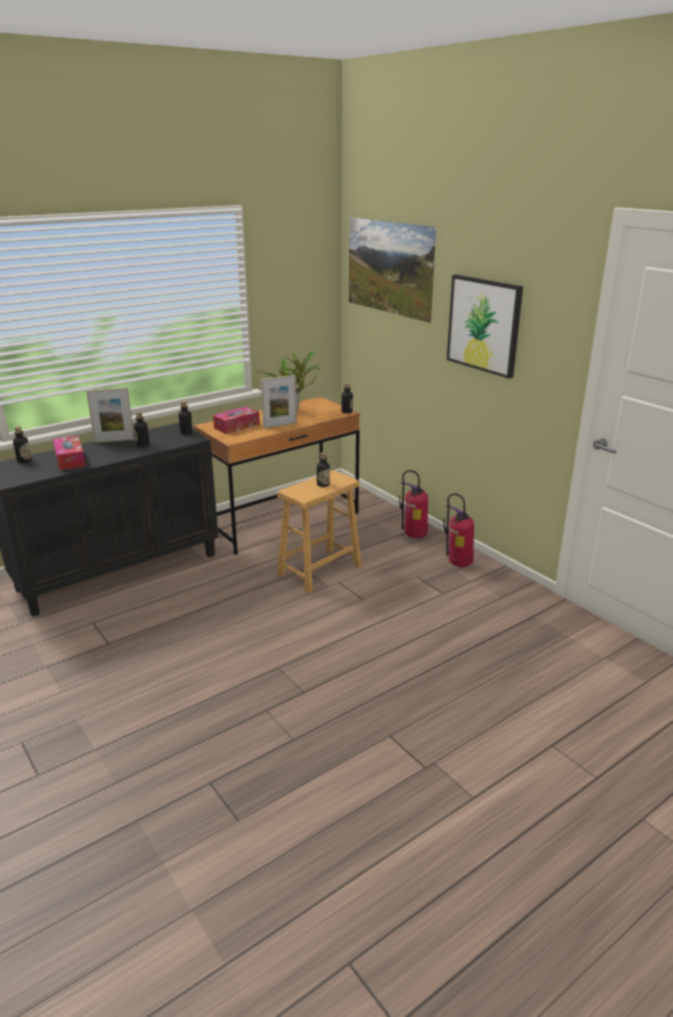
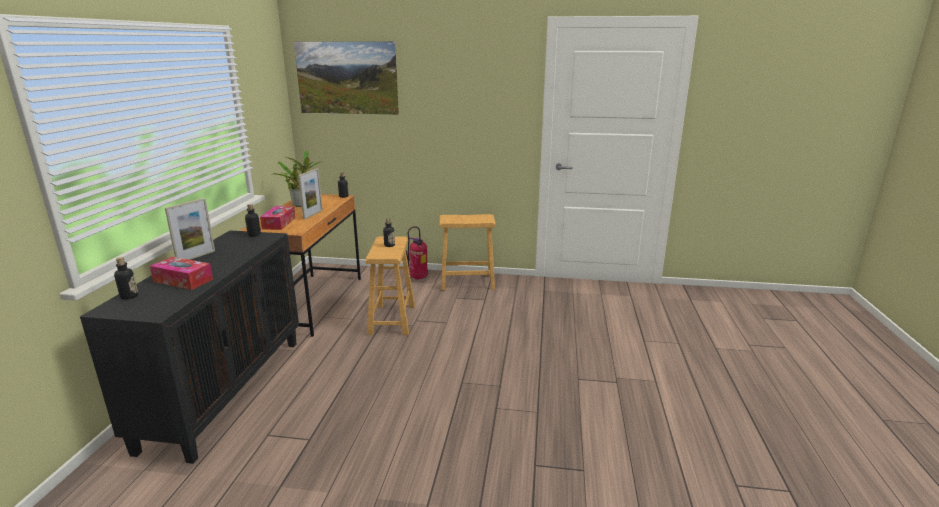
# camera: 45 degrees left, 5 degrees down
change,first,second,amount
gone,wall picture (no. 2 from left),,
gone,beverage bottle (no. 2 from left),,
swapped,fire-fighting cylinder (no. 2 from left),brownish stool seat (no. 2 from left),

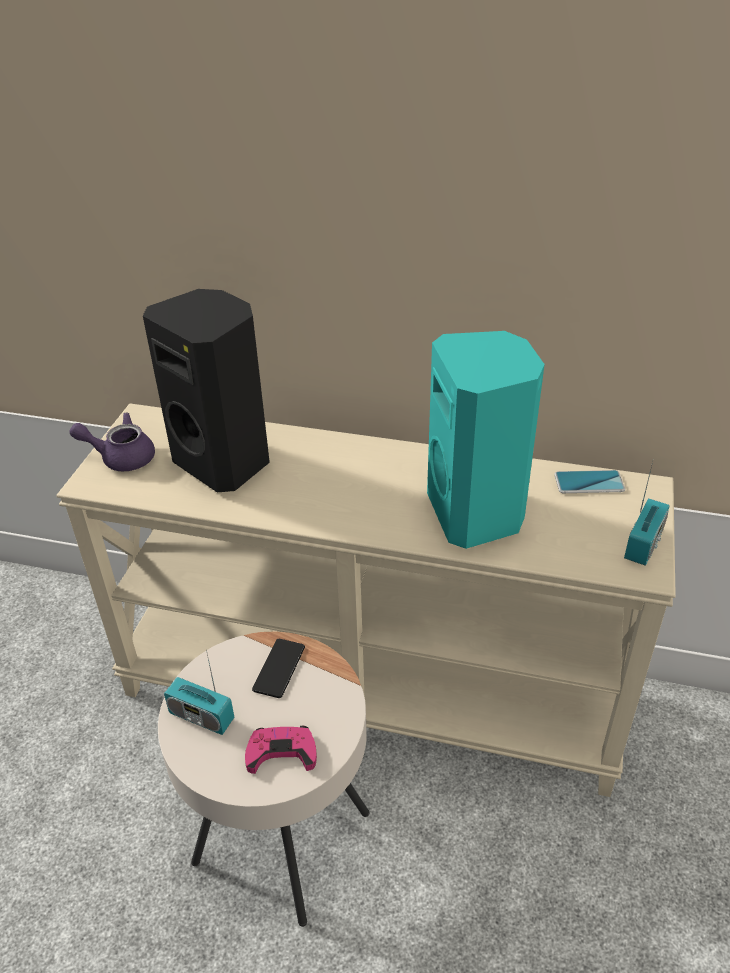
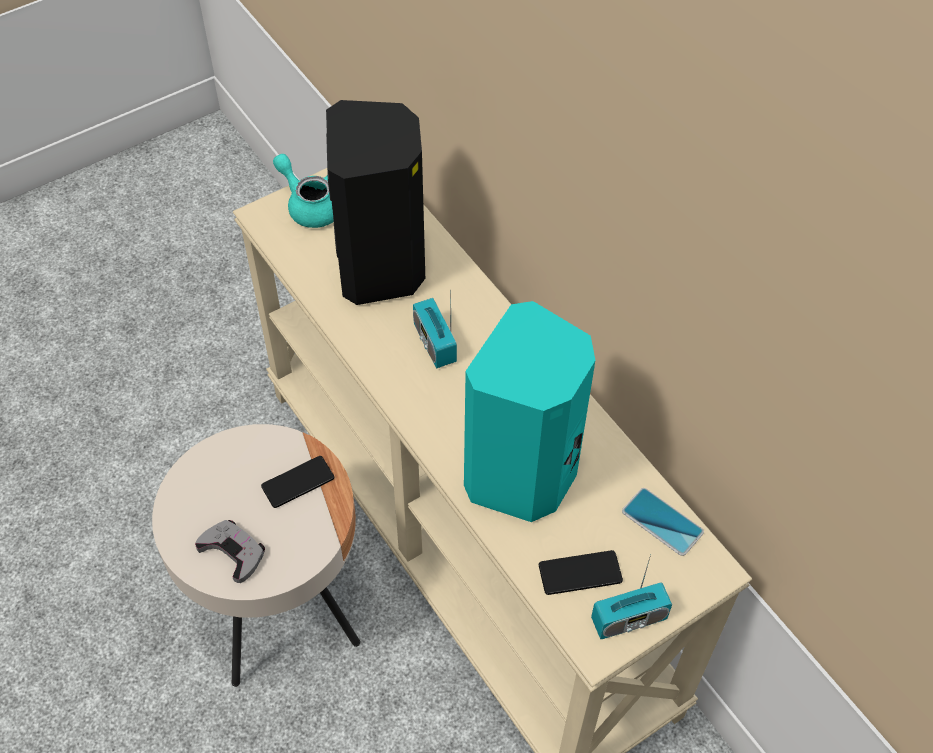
# camera: 40 degrees right, 15 degrees up
change,first,second,amount
repainted,purple tea pot,blue-green tea pot,
shifted,radio receiver (no. 1 from left),,
repainted,pinkish gamepad,grey gamepad,
new,,telephone (no. 2 from left),

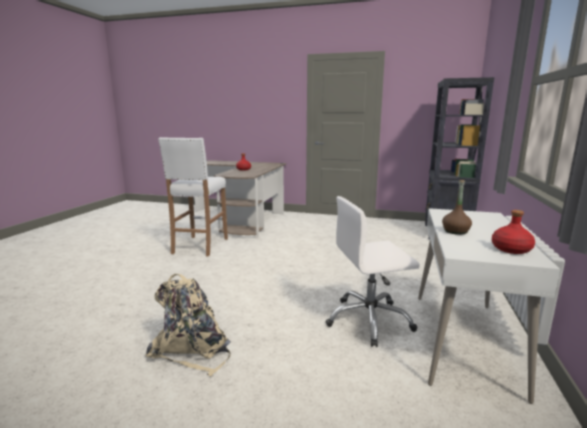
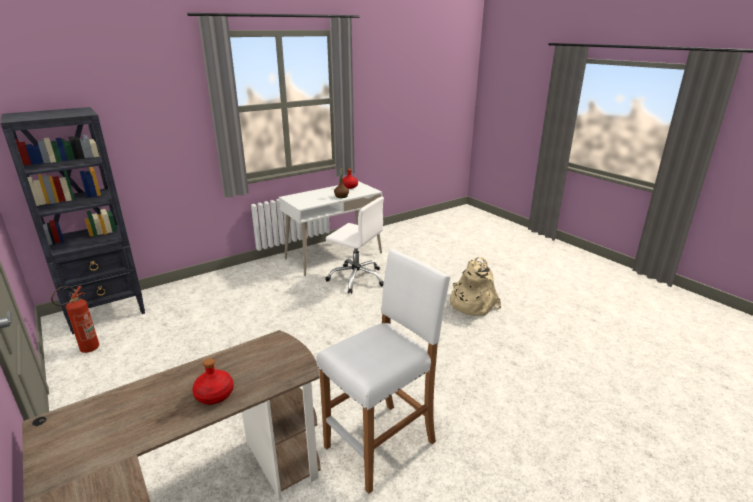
# camera: 140 degrees left, 10 degrees up
change,first,second,amount
new,,fire-fighting cylinder,

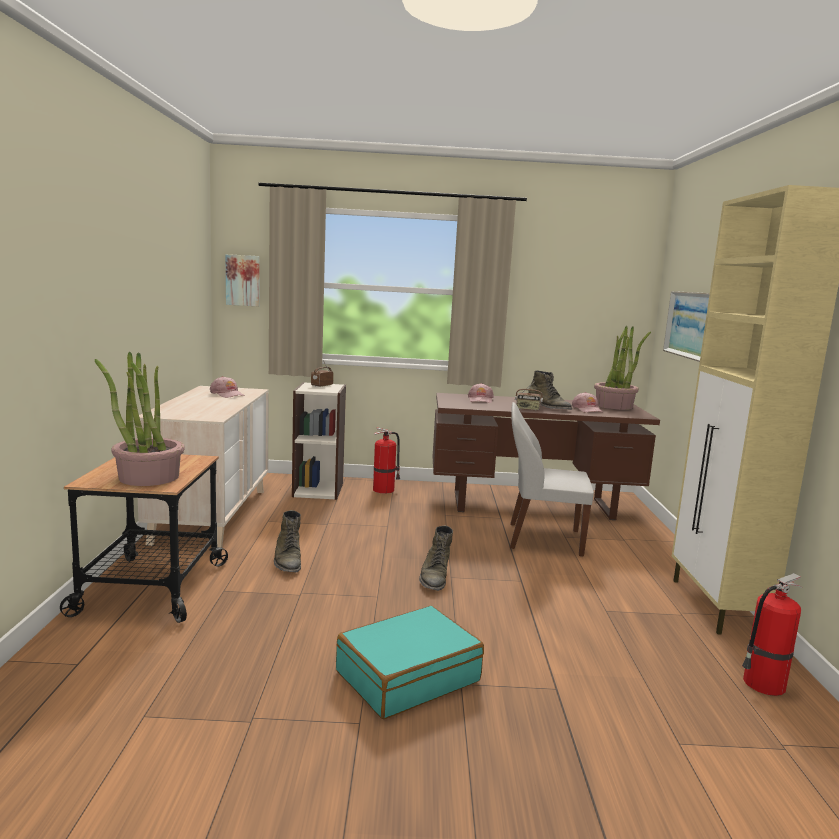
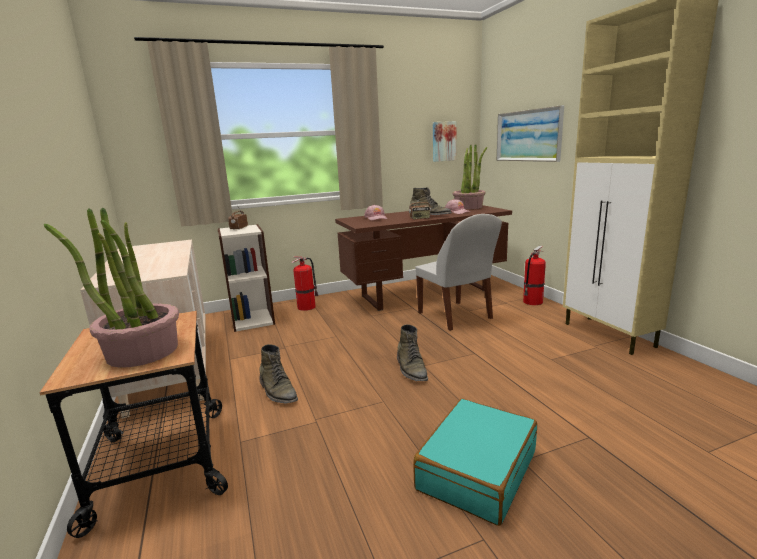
# camera: 20 degrees left, 5 degrees up
change,first,second,amount
shifted,wall picture (no. 1 from left),,
gone,pinkish cap (no. 1 from left),,
rotated,white-coloured upright chair,,105 degrees counterclockwise
shifted,fire-fighting cylinder (no. 2 from left),,

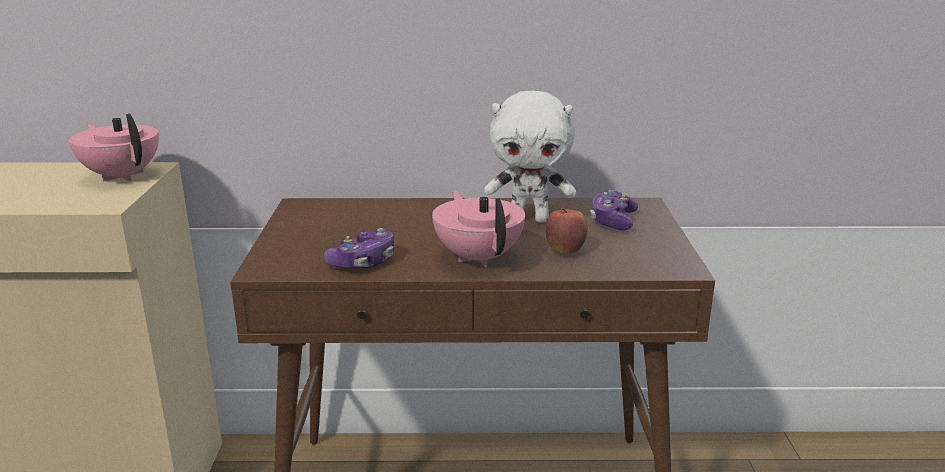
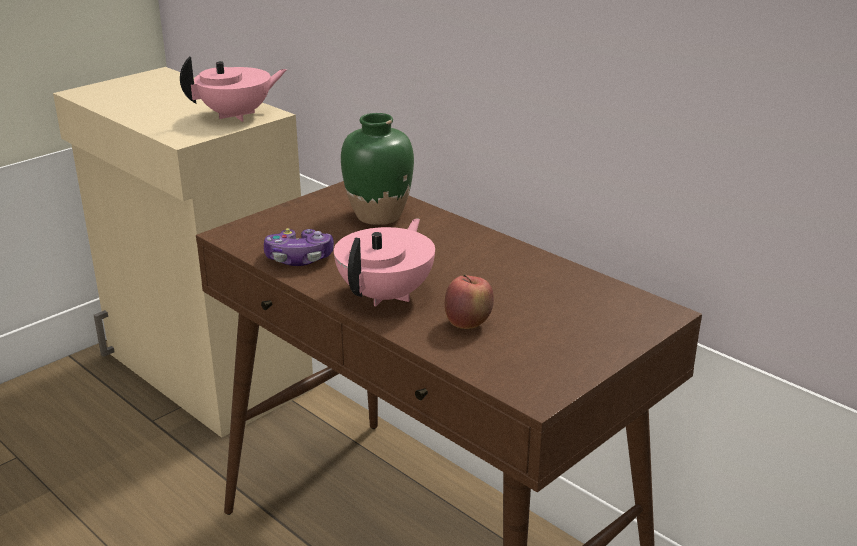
# camera: 45 degrees right, 5 degrees up
change,first,second,amount
gone,white-coloured soft toy,,
rotated,pinkish tea pot (no. 1 from left),,60 degrees clockwise
gone,gamepad (no. 2 from left),,
new,,green-coloured flower vase,

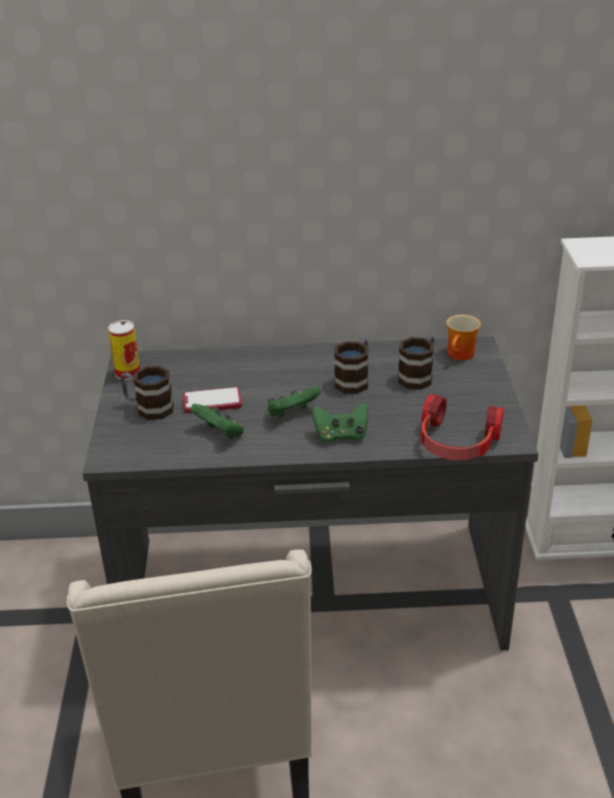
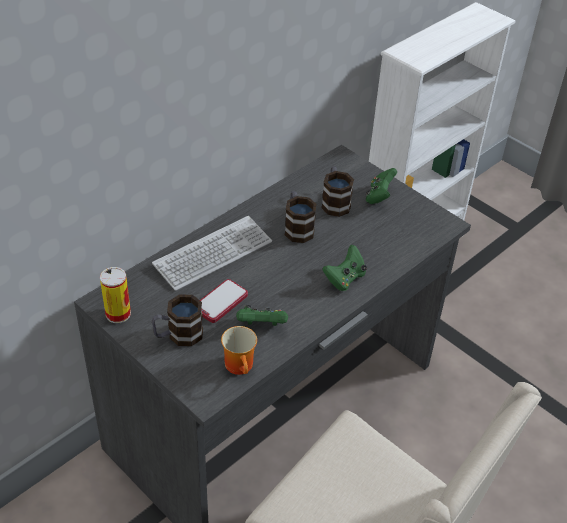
# camera: 45 degrees left, 10 degrees up
change,first,second,amount
shifted,tea mug (no. 4 from left in the first image),tea mug (no. 2 from left),
shifted,green-coloured gamepad (no. 2 from left in the first image),green-coloured gamepad (no. 3 from left),
gone,headset,,
new,,keyboard,

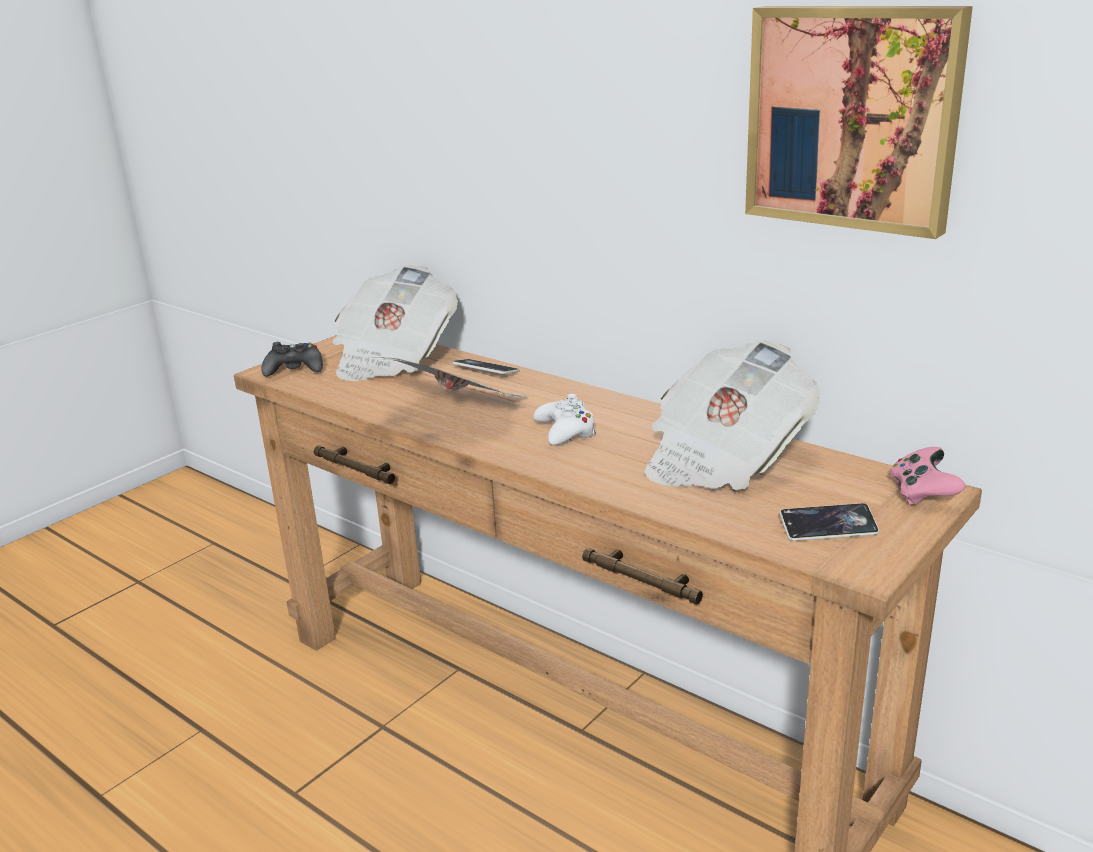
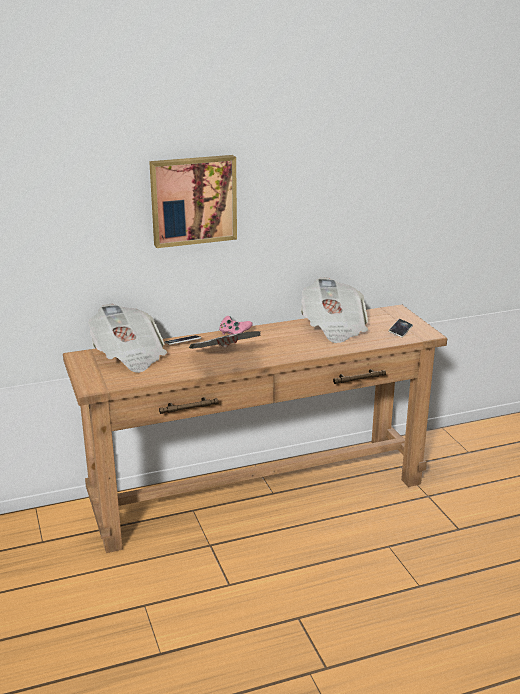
# camera: 60 degrees left, 0 degrees up
change,first,second,amount
shifted,wall picture,,
gone,blackish gamepad,,
gone,white-coloured gamepad,,
shifted,pinkish gamepad,,

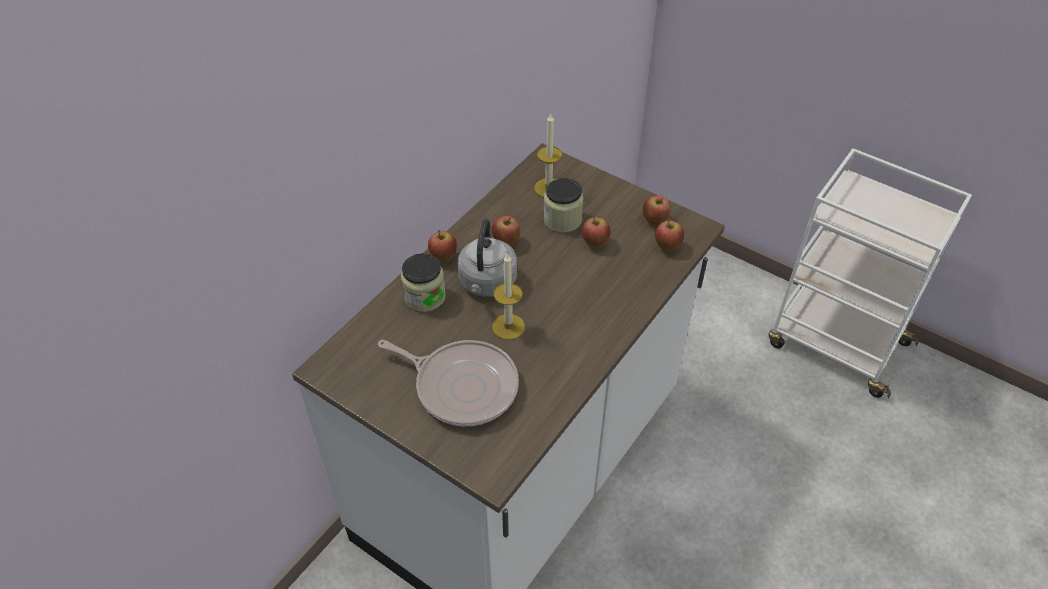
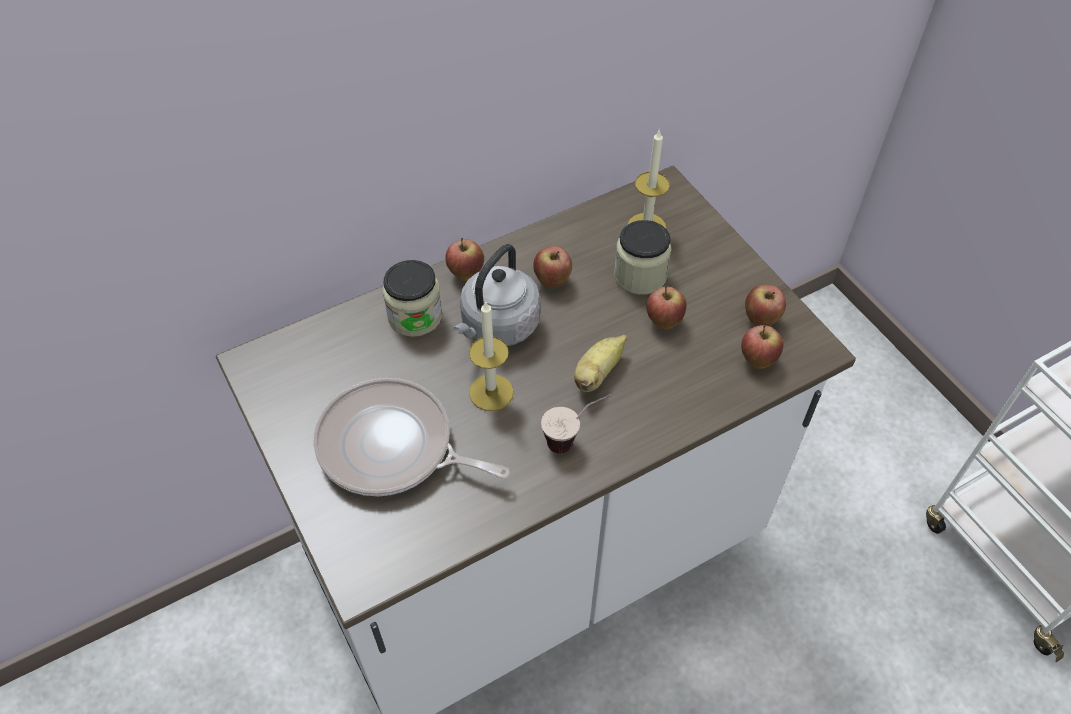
# camera: 25 degrees right, 5 degrees up
change,first,second,amount
rotated,skillet,,150 degrees clockwise
new,,banana fruit,
new,,cup,

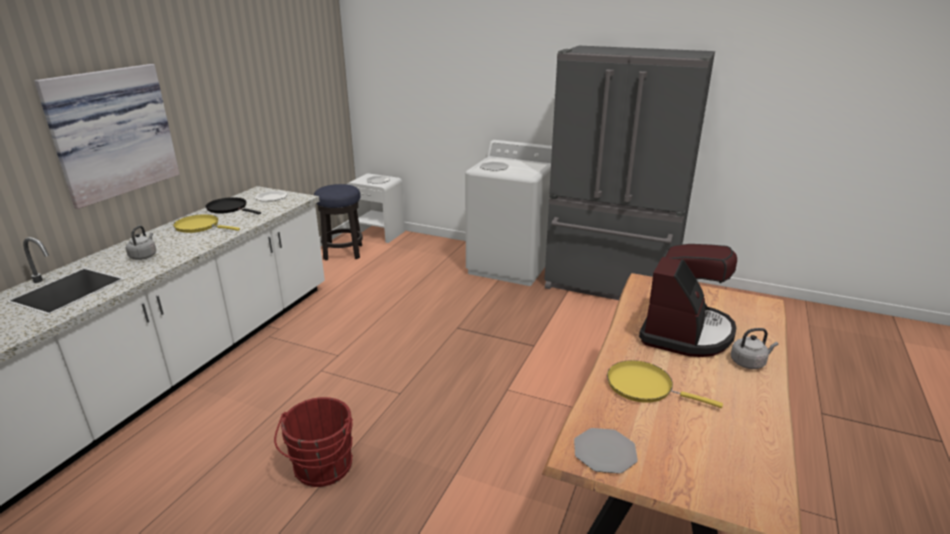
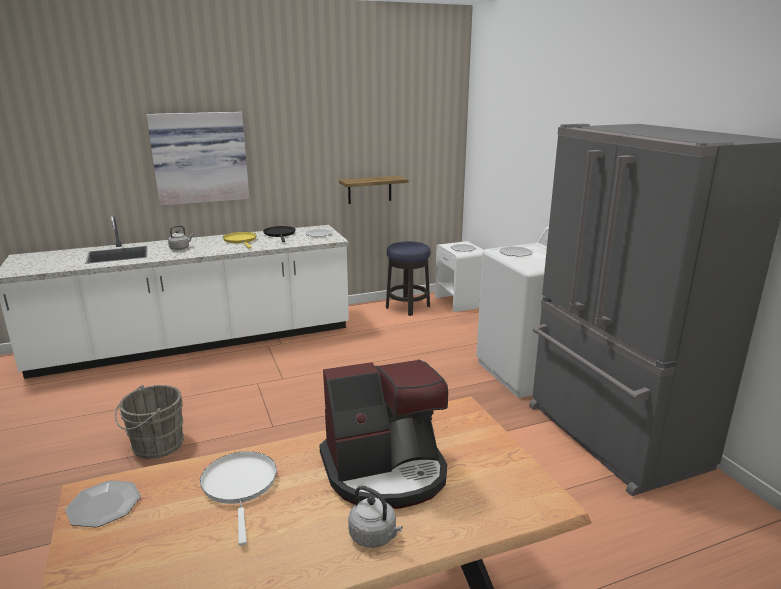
# camera: 45 degrees right, 5 degrees down
change,first,second,amount
repainted,yellowish skillet (no. 2 from left),white-coloured skillet,
repainted,reddish water bucket,grey water bucket,
new,,shelf,

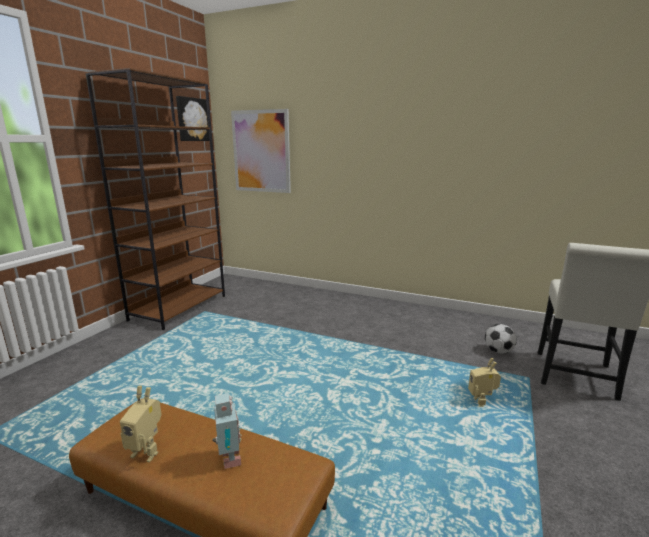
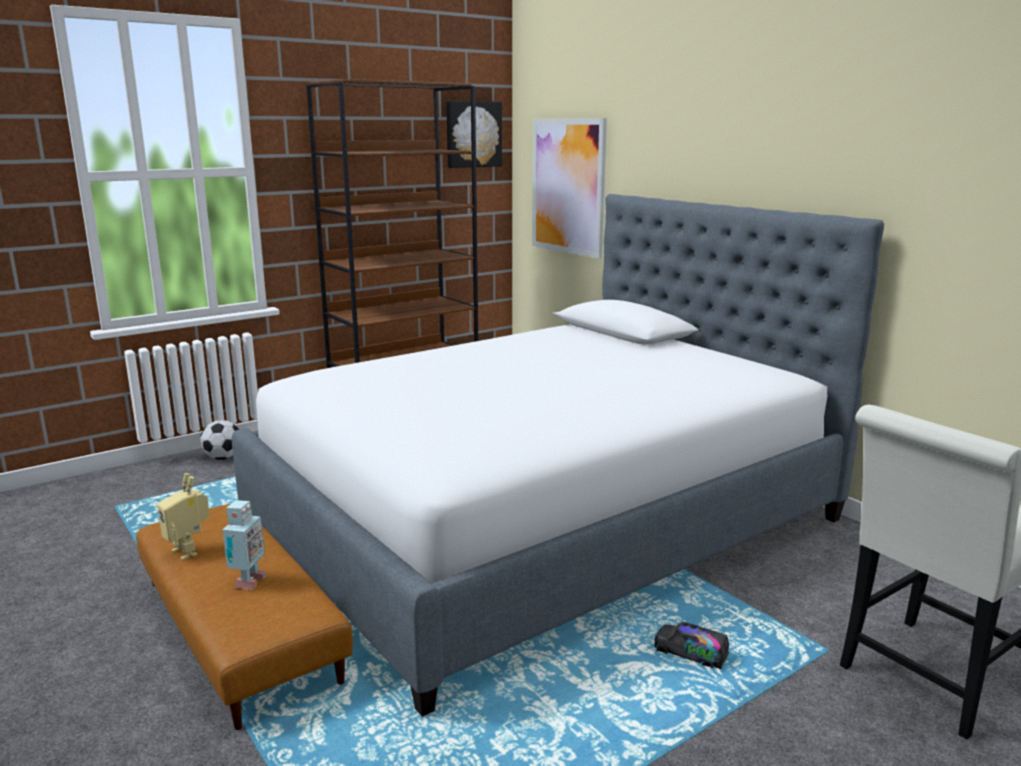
# camera: 30 degrees right, 0 degrees up
change,first,second,amount
shifted,football ball,,
swapped,model robot (no. 3 from left),toy lorry,
new,,sleeping bed,

